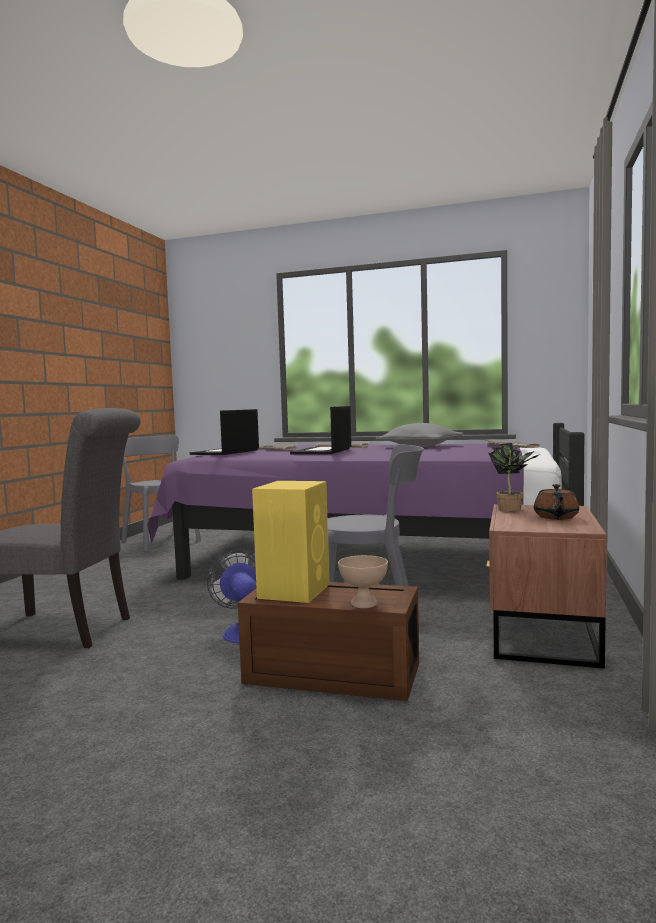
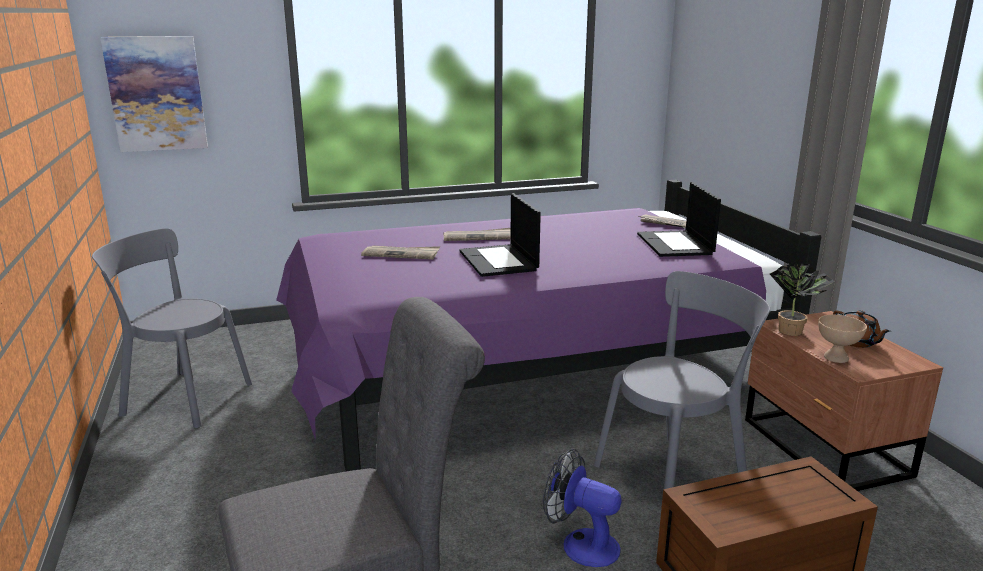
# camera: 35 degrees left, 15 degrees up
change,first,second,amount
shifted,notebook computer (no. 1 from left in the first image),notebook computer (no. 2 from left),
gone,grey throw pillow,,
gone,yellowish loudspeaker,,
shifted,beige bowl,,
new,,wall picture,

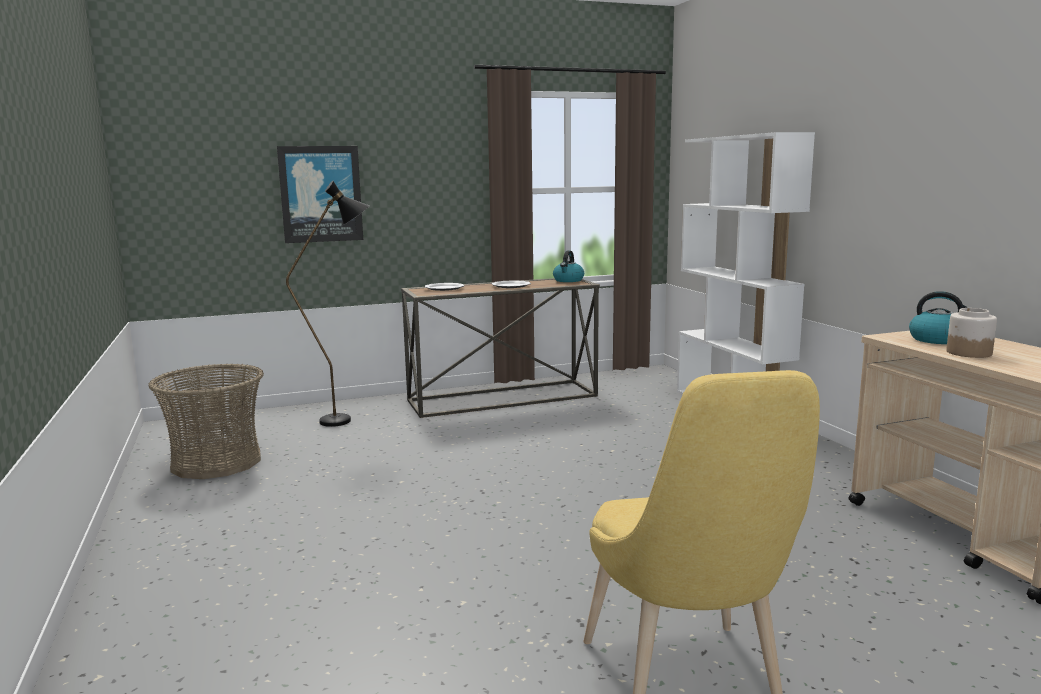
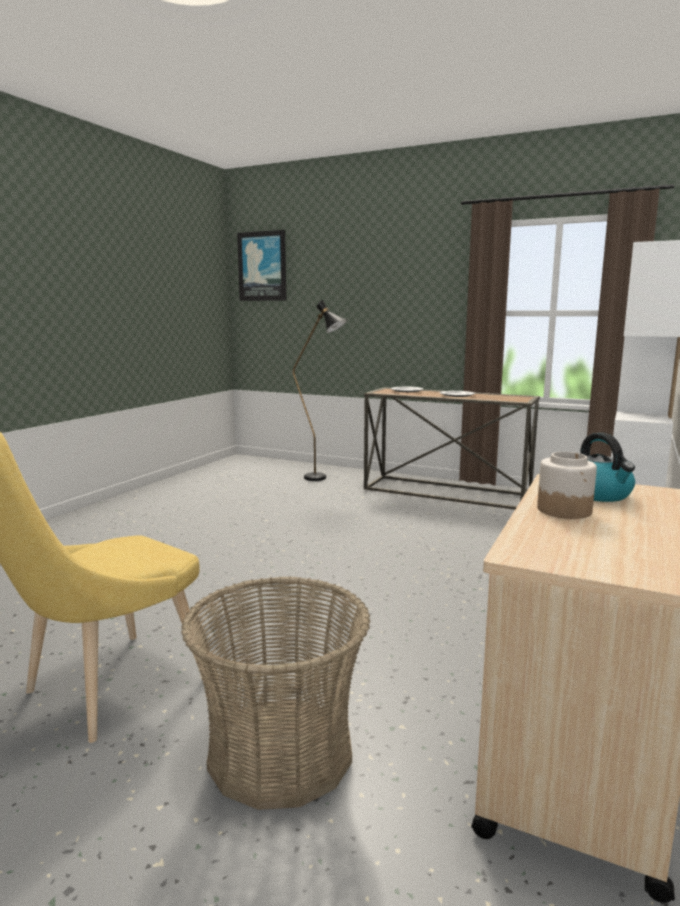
# camera: 45 degrees right, 0 degrees up
change,first,second,amount
shifted,wall picture,,
gone,water kettle (no. 1 from left),,
shifted,storage basket,,

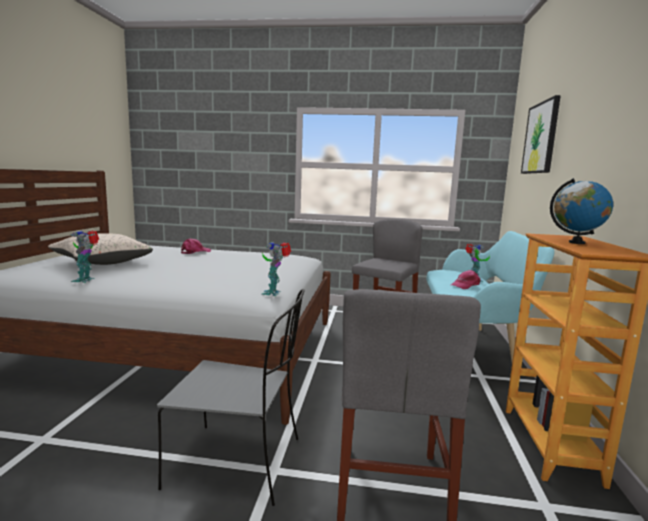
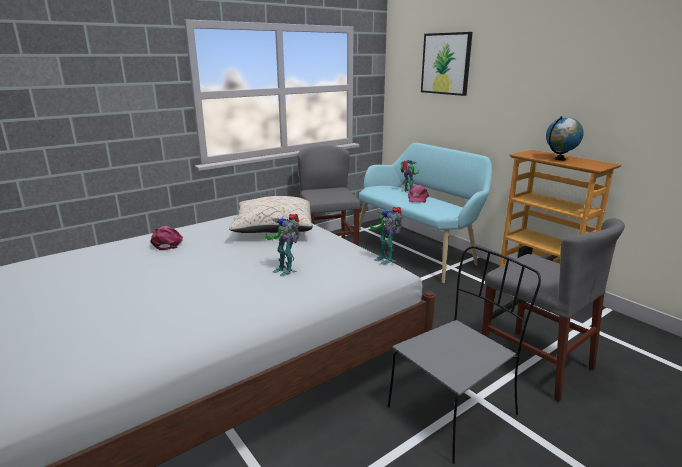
# camera: 45 degrees left, 10 degrees up
change,first,second,amount
shifted,model robot (no. 1 from left),,
shifted,beige throw pillow,,

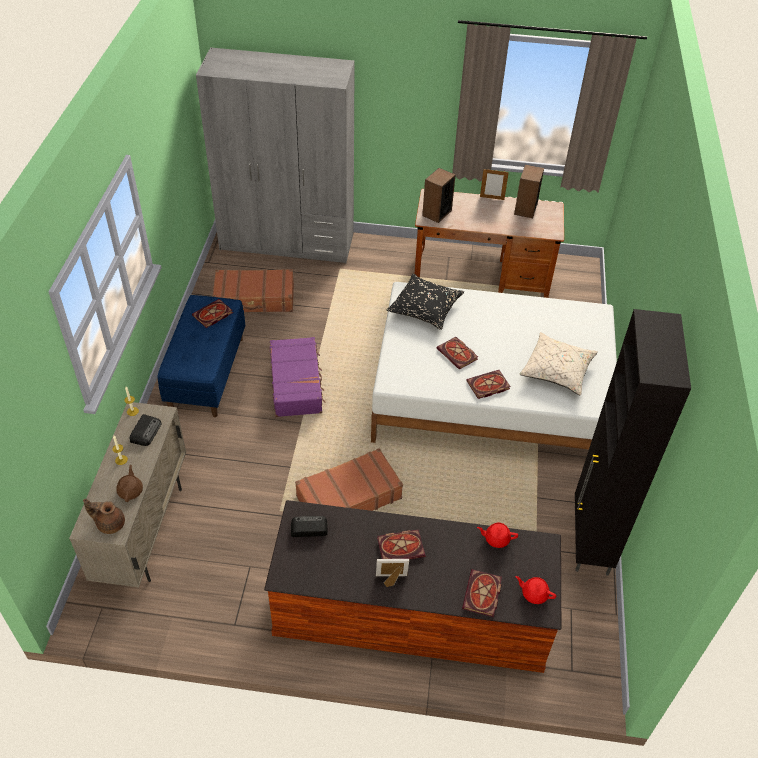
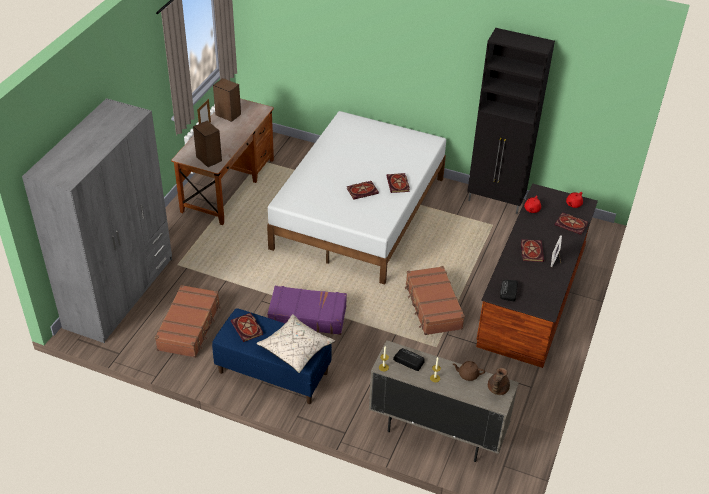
# camera: 75 degrees left, 5 degrees down
change,first,second,amount
gone,blackish throw pillow,,
shifted,beige throw pillow,,

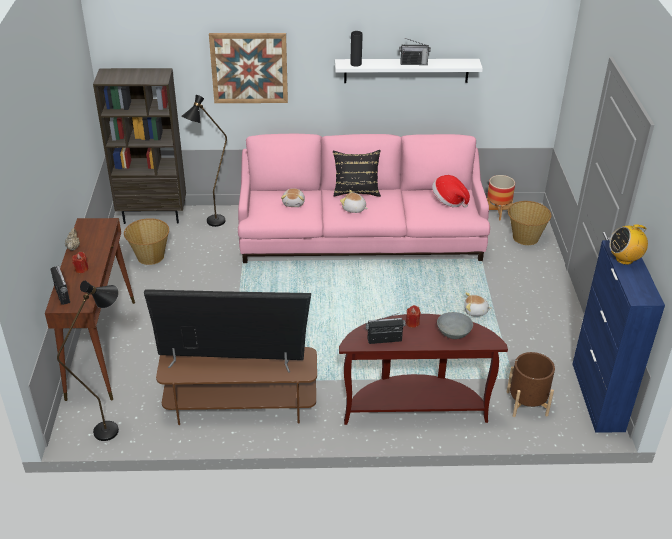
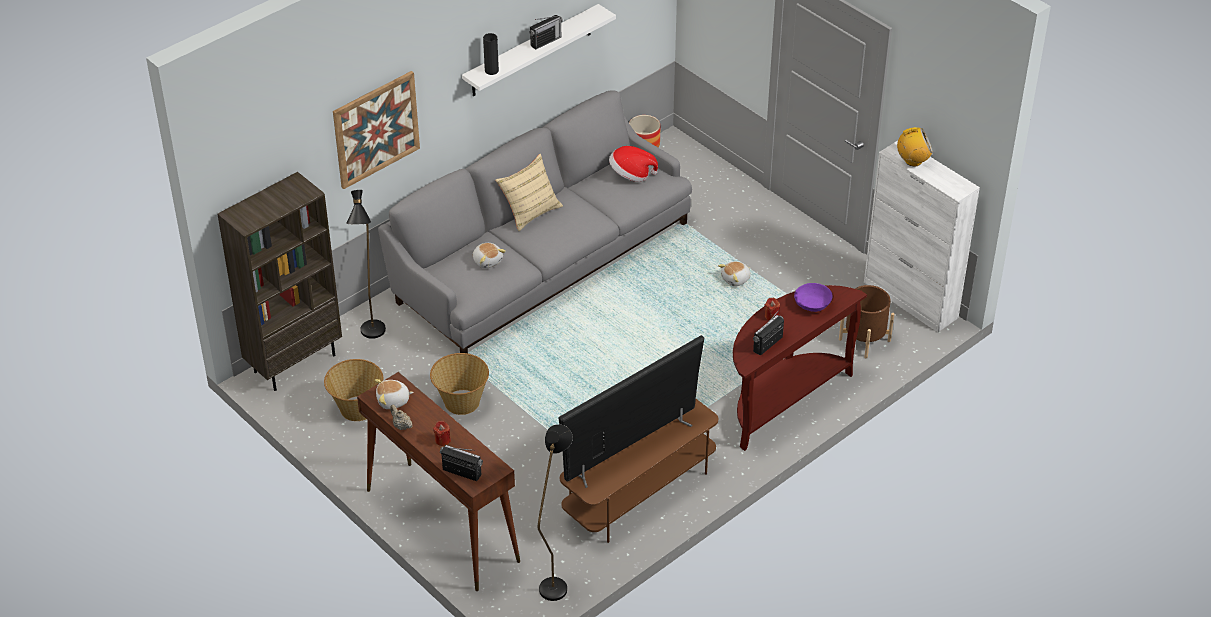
# camera: 40 degrees left, 5 degrees up
change,first,second,amount
repainted,pinkish sofa,grey sofa,
repainted,blackish throw pillow,beige throw pillow,
shifted,soft toy (no. 2 from left in the first image),soft toy (no. 1 from left),
shifted,storage basket (no. 2 from left),,
rotated,radio receiver (no. 4 from left),,135 degrees counterclockwise
repainted,blue cabinet,white-coloured cabinet,
repainted,grey bowl,purple bowl,

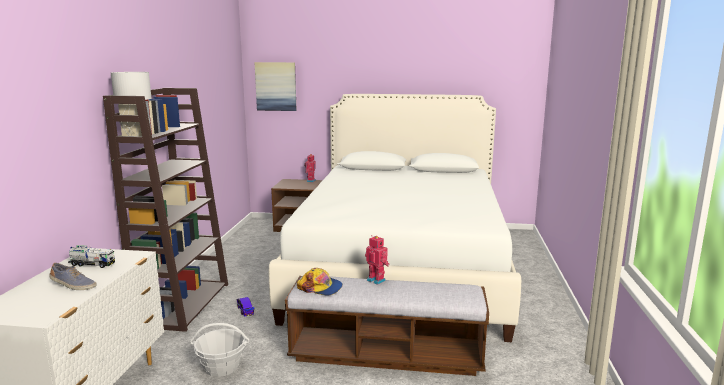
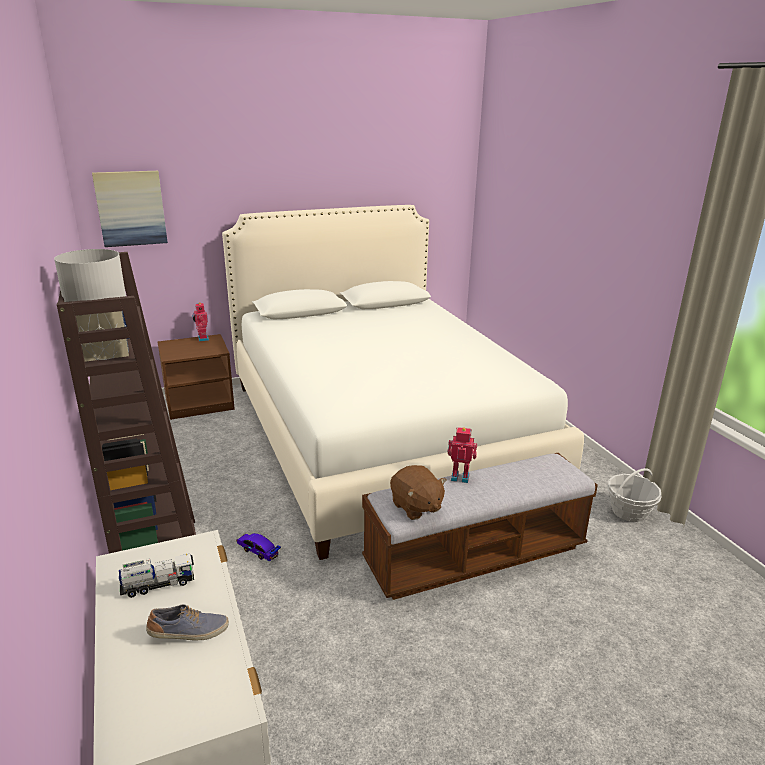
# camera: 30 degrees left, 10 degrees up
change,first,second,amount
swapped,cap,brownish soft toy,
shifted,storage basket,,

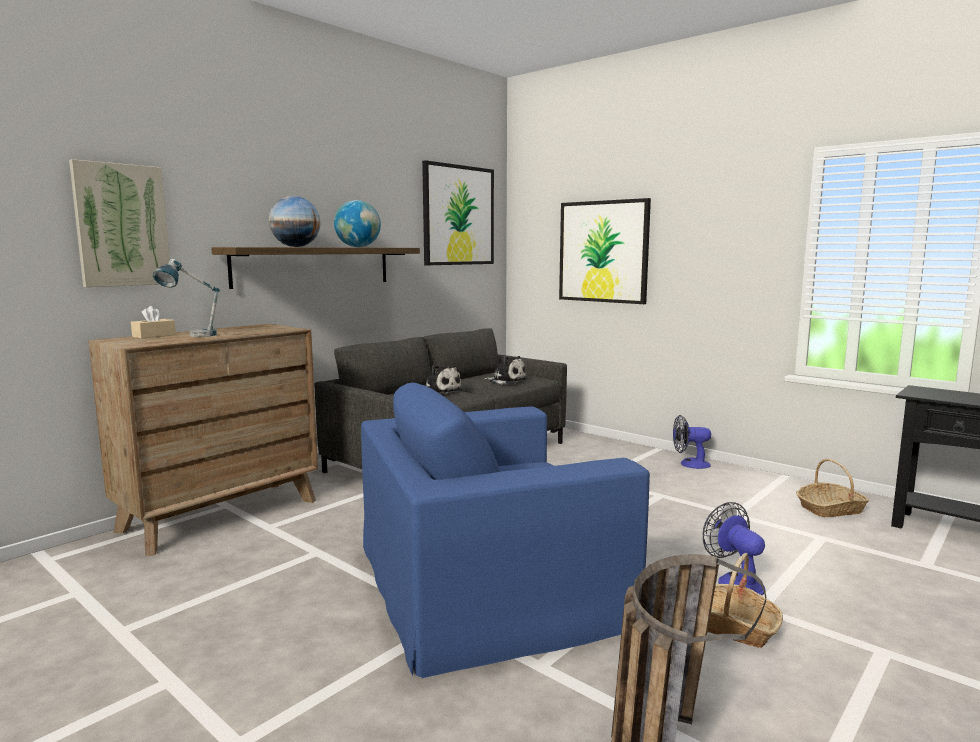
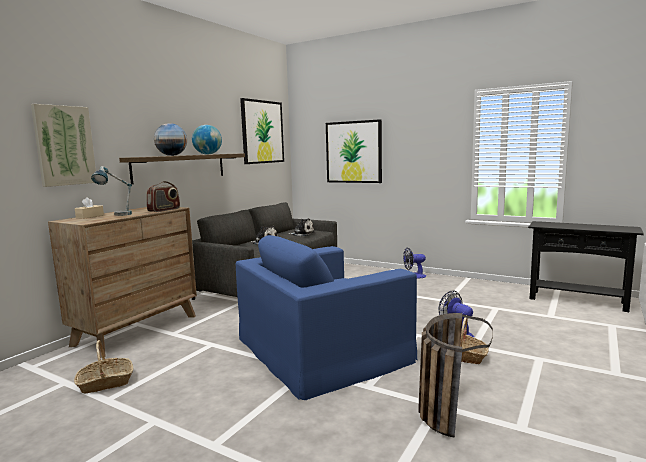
# camera: 10 degrees left, 0 degrees up
change,first,second,amount
shifted,storage basket (no. 3 from left in the first image),storage basket (no. 1 from left),
new,,radio receiver,

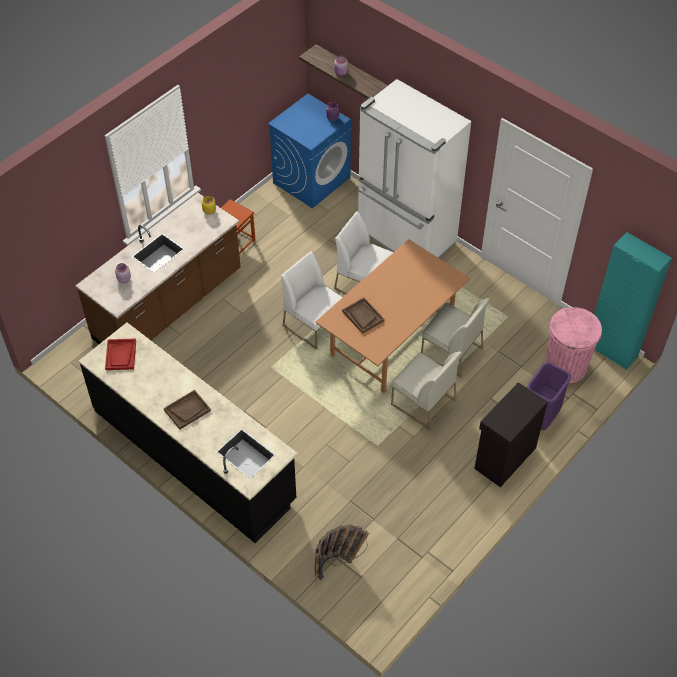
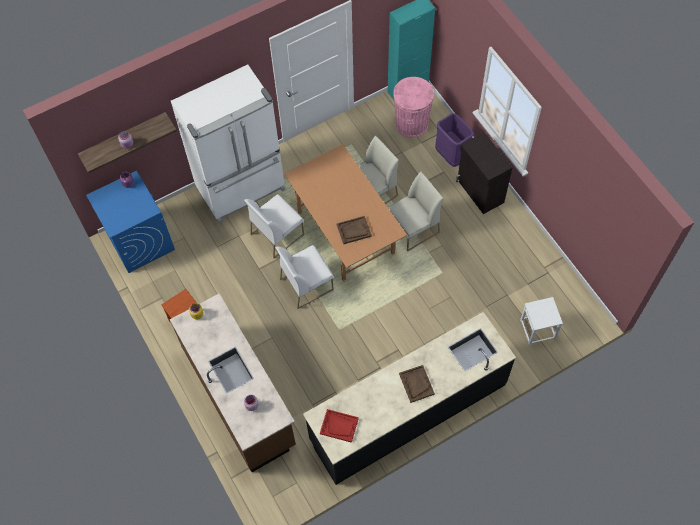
# camera: 70 degrees left, 10 degrees up
change,first,second,amount
swapped,storage basket,white-coloured stool seat,

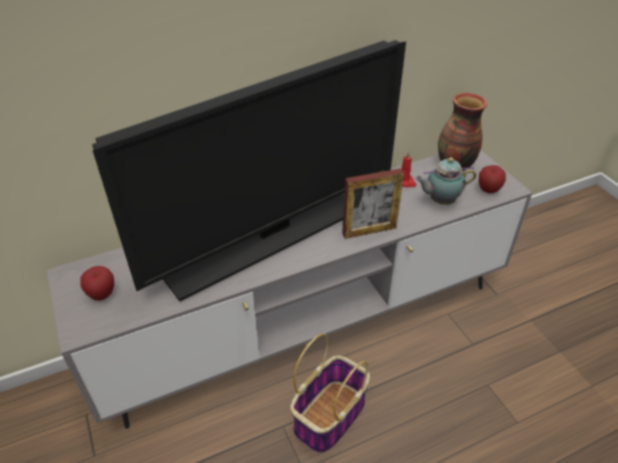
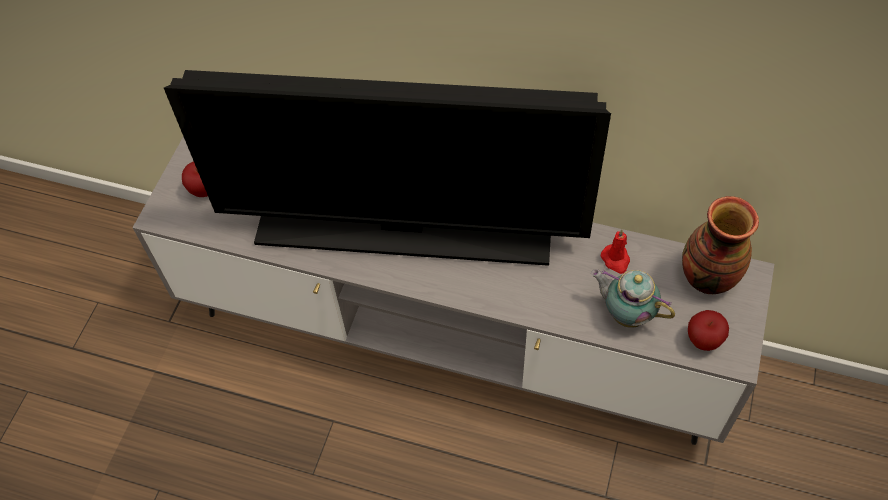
# camera: 45 degrees right, 15 degrees up
change,first,second,amount
gone,picture frame,,
gone,storage basket,,

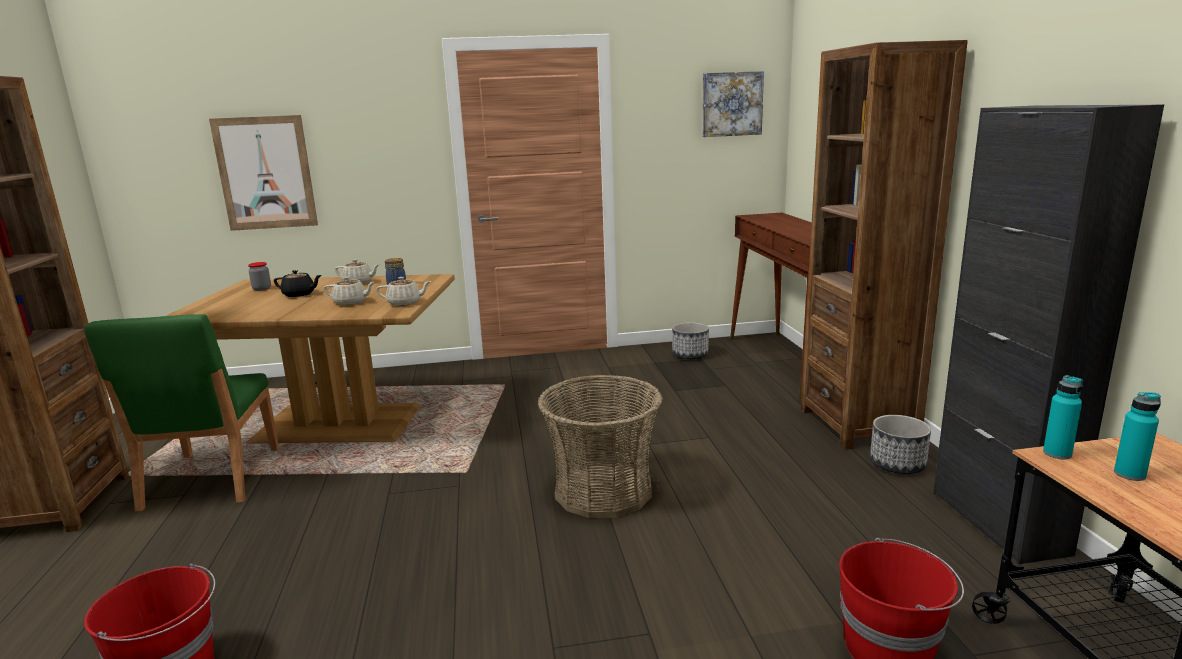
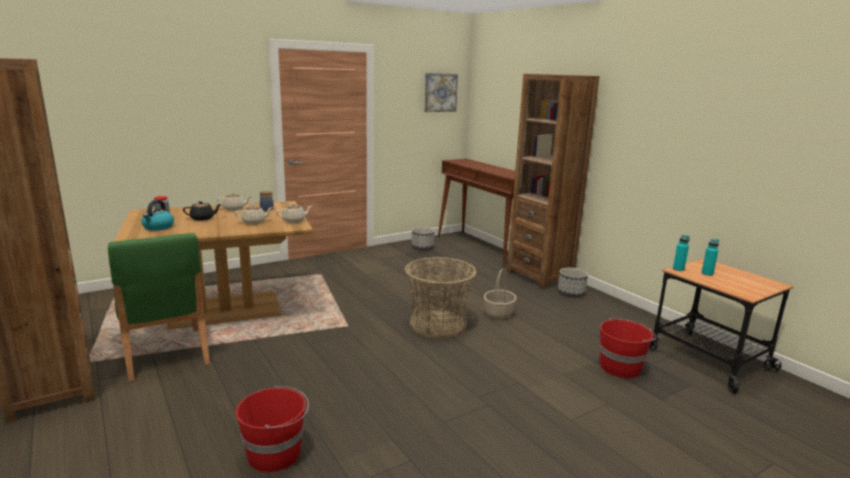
# camera: 25 degrees left, 0 degrees up
change,first,second,amount
gone,blackish cabinet,,
gone,wall picture (no. 1 from left),,
new,,water kettle,
new,,storage basket (no. 2 from left),

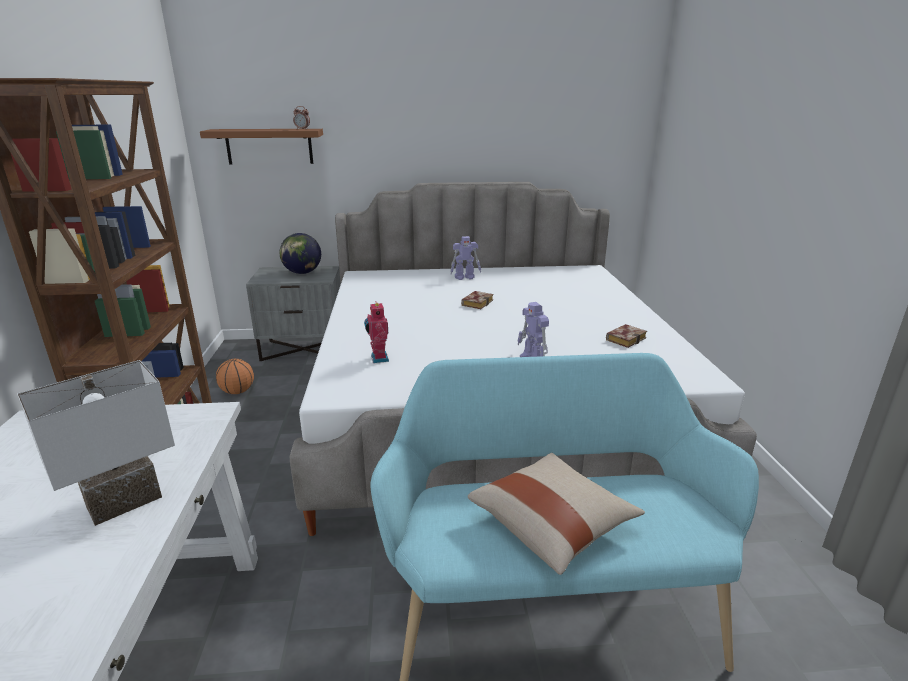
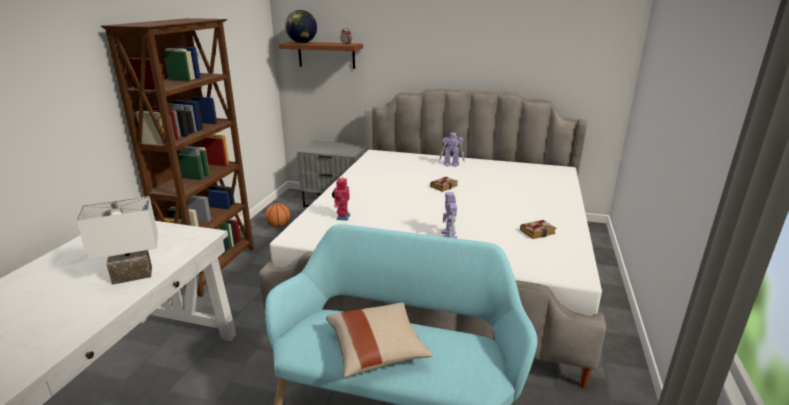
# camera: 20 degrees right, 0 degrees up
change,first,second,amount
shifted,globe,,

